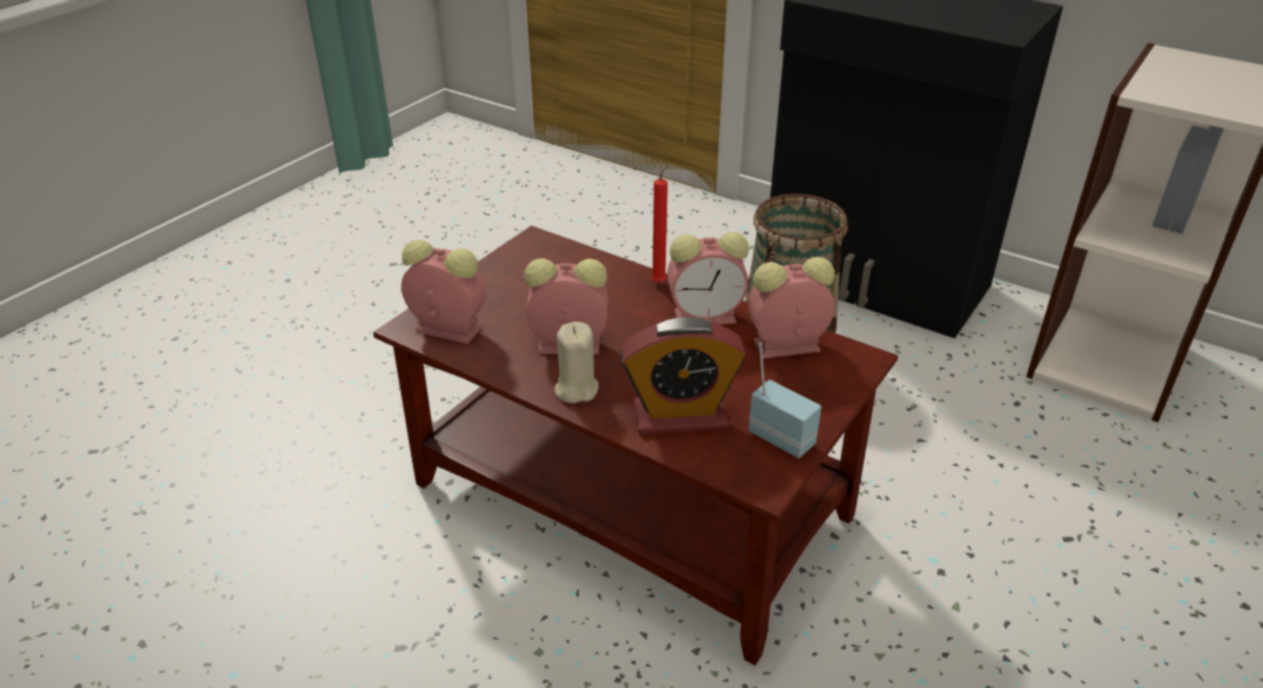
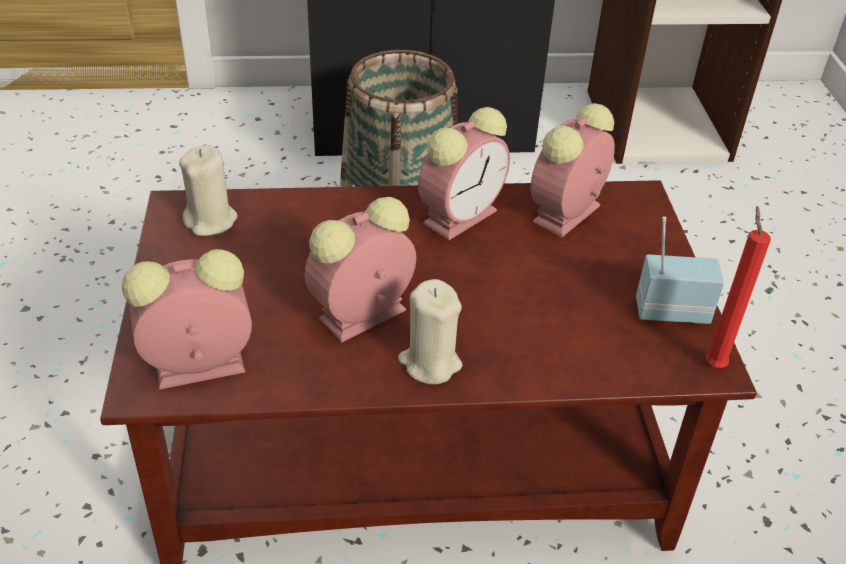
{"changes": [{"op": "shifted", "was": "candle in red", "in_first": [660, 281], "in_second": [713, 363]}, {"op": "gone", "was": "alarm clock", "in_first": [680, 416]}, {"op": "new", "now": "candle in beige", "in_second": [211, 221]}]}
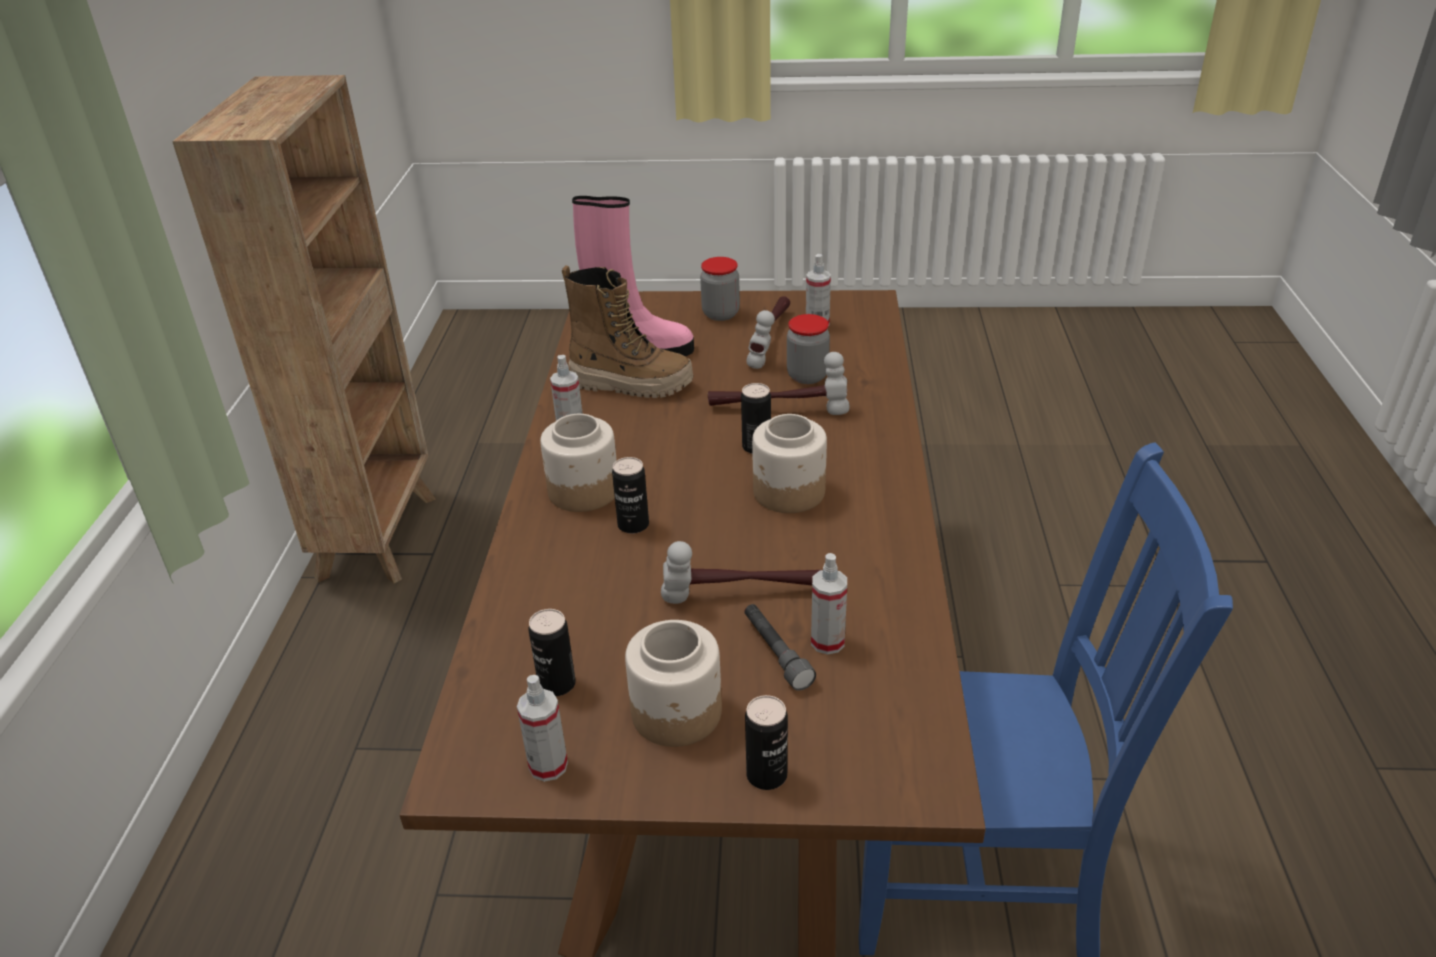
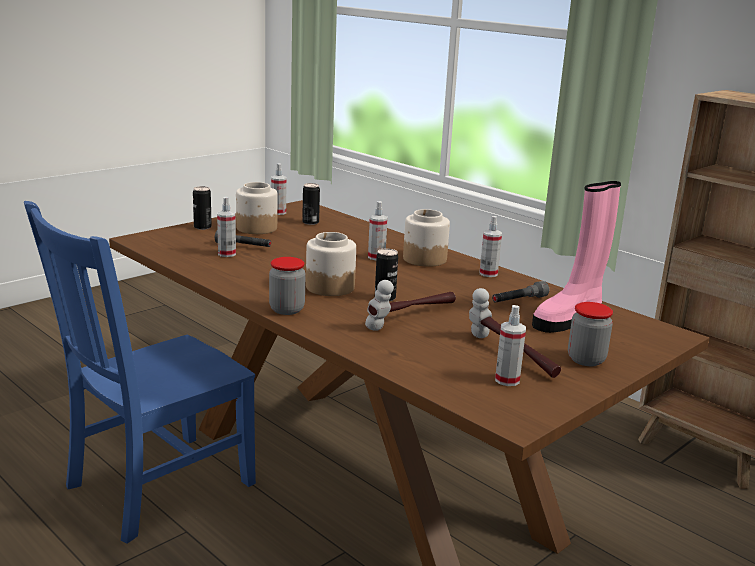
{"changes": [{"op": "swapped", "was": "boot", "now": "flashlight in grey", "in_first": [631, 384], "in_second": [519, 301]}, {"op": "shifted", "was": "jar", "in_first": [807, 376], "in_second": [287, 309]}, {"op": "swapped", "was": "can", "now": "spray bottle", "in_first": [633, 525], "in_second": [376, 257]}, {"op": "gone", "was": "hammer", "in_first": [748, 596]}]}
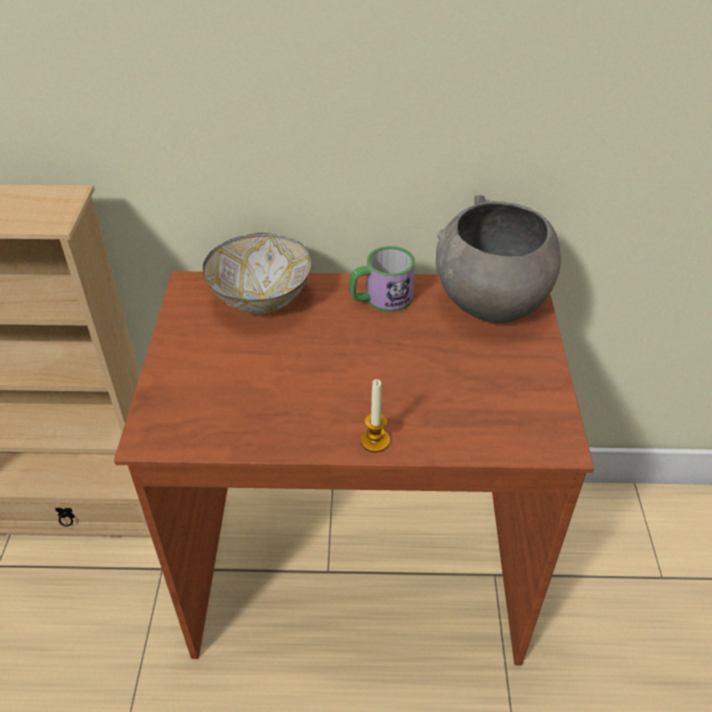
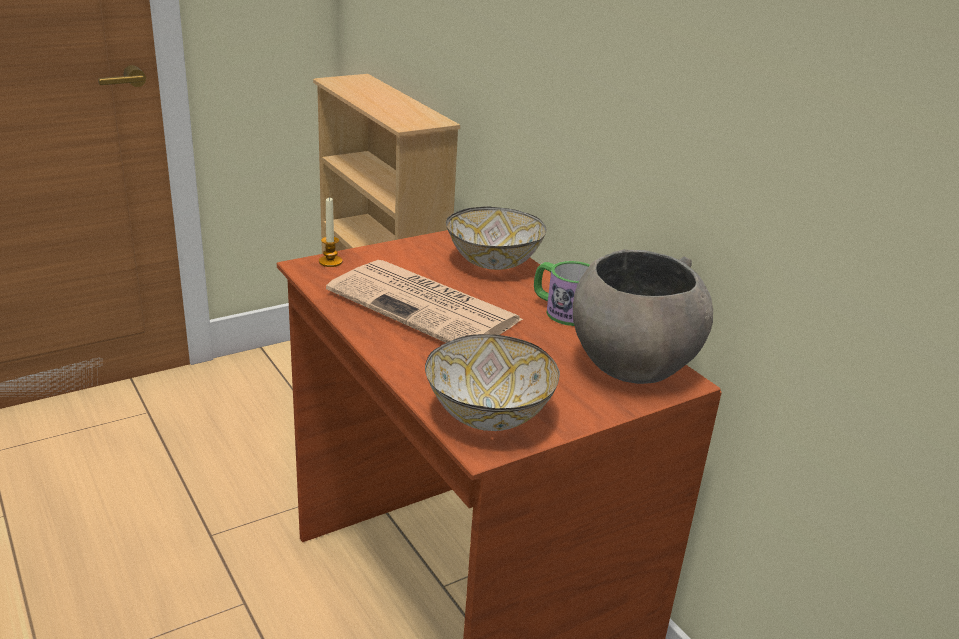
{"changes": [{"op": "shifted", "was": "candle", "in_first": [375, 441], "in_second": [330, 262]}, {"op": "new", "now": "newspaper", "in_second": [426, 306]}, {"op": "new", "now": "bowl", "in_second": [488, 416]}]}
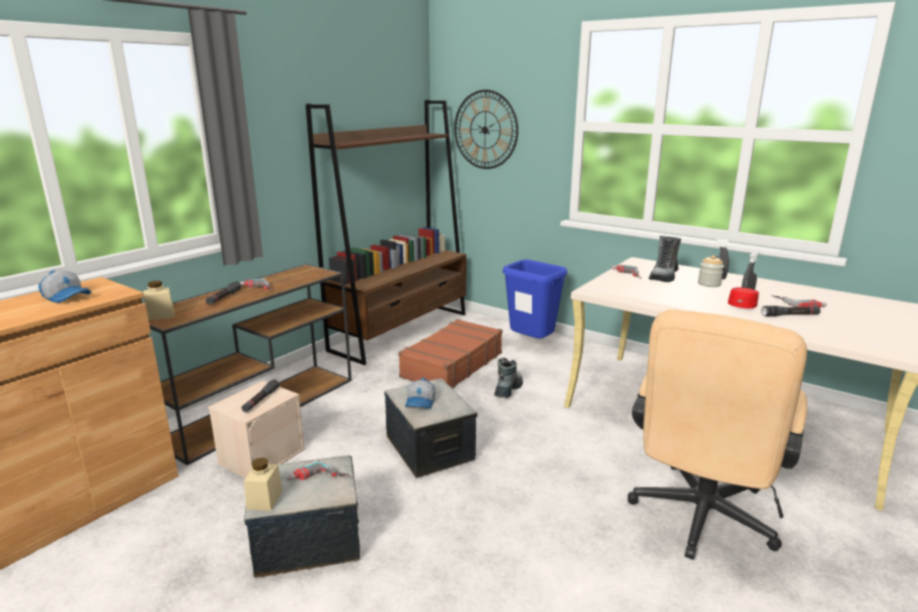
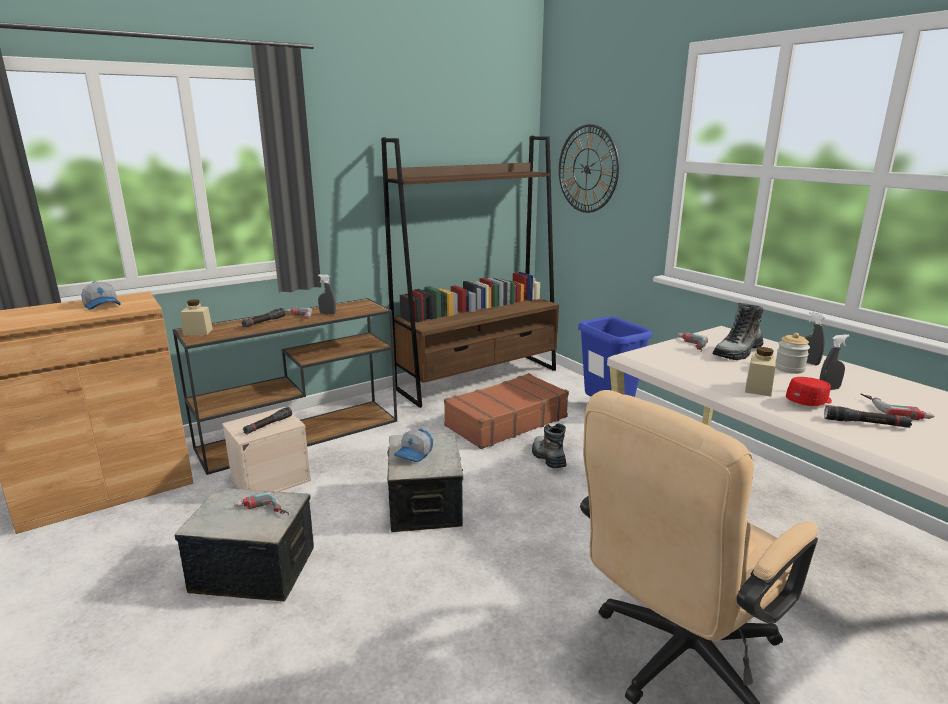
{"changes": [{"op": "rotated", "was": "boot", "in_first": [508, 390], "in_second": [548, 458], "clockwise": -60}, {"op": "shifted", "was": "jar in beige", "in_first": [264, 499], "in_second": [758, 389]}, {"op": "new", "now": "spray bottle in grey", "in_second": [327, 314]}]}
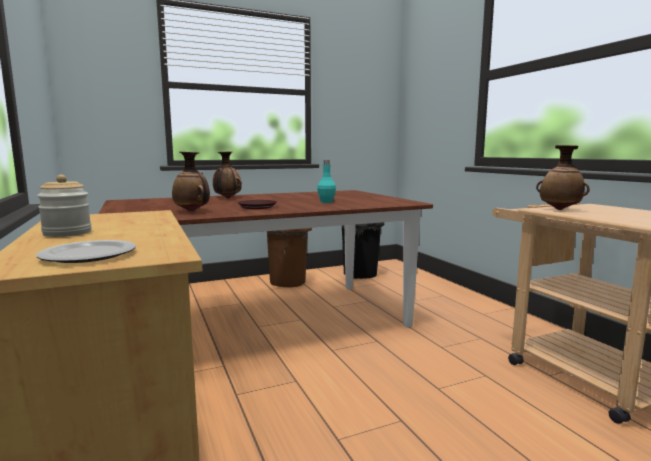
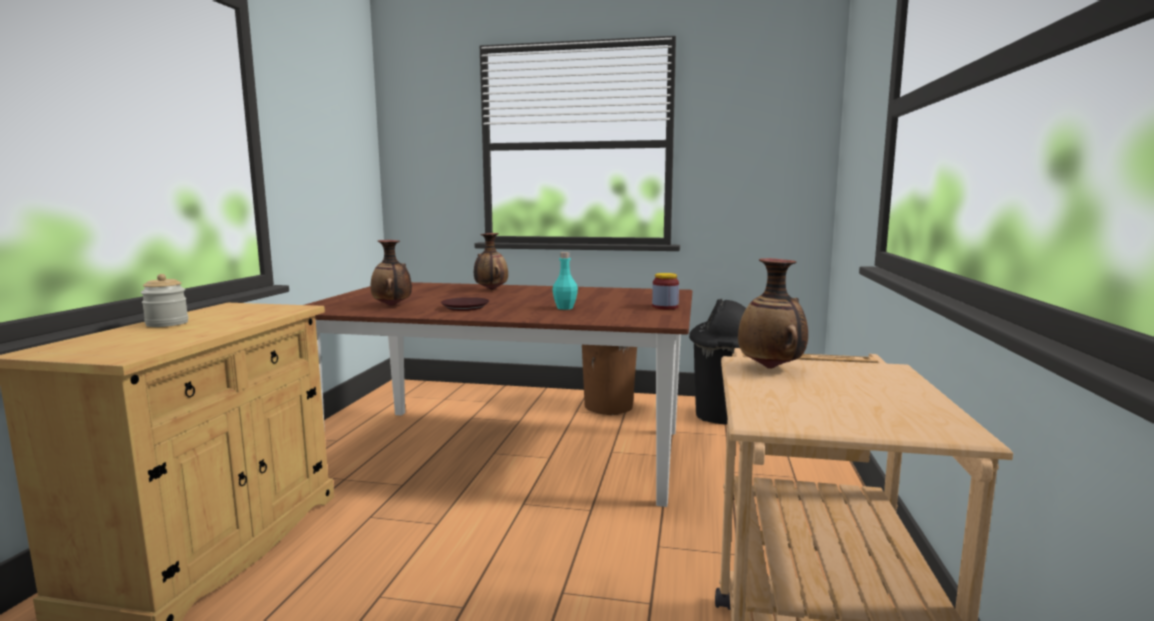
{"changes": [{"op": "gone", "was": "plate", "in_first": [87, 255]}, {"op": "new", "now": "jar", "in_second": [665, 307]}]}
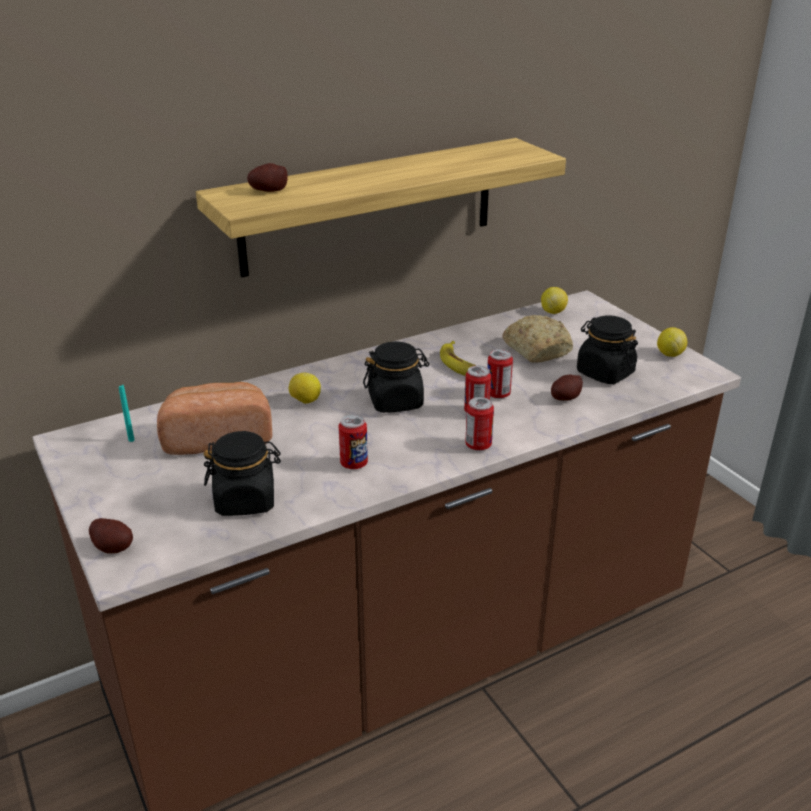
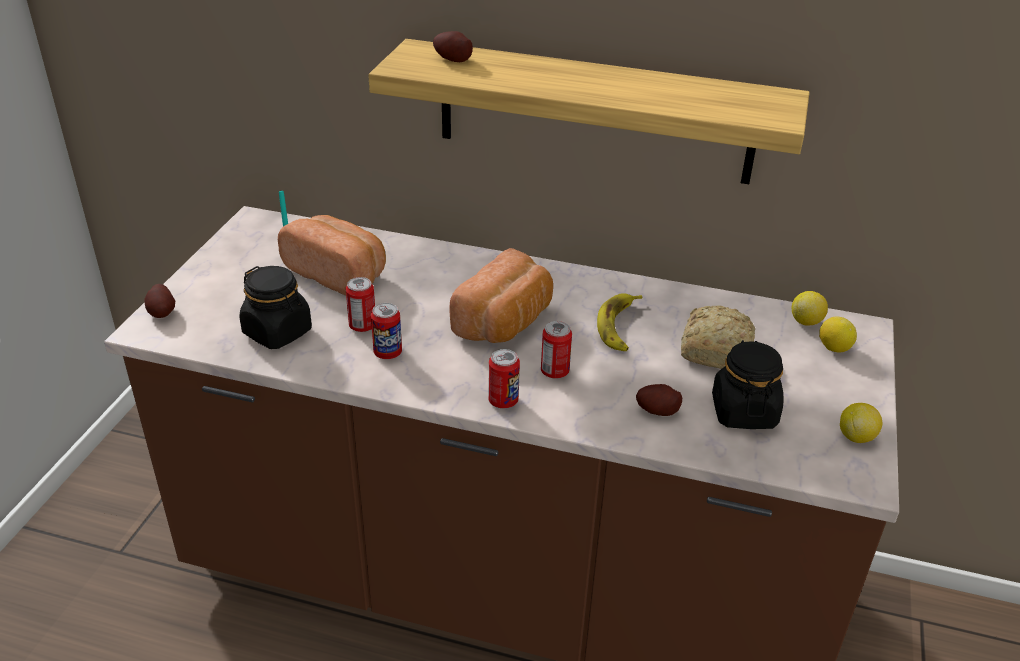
{"changes": [{"op": "swapped", "was": "jar in black", "now": "bread", "in_first": [396, 401], "in_second": [506, 322]}, {"op": "shifted", "was": "can", "in_first": [498, 394], "in_second": [362, 326]}, {"op": "shifted", "was": "lemon", "in_first": [305, 401], "in_second": [833, 348]}]}
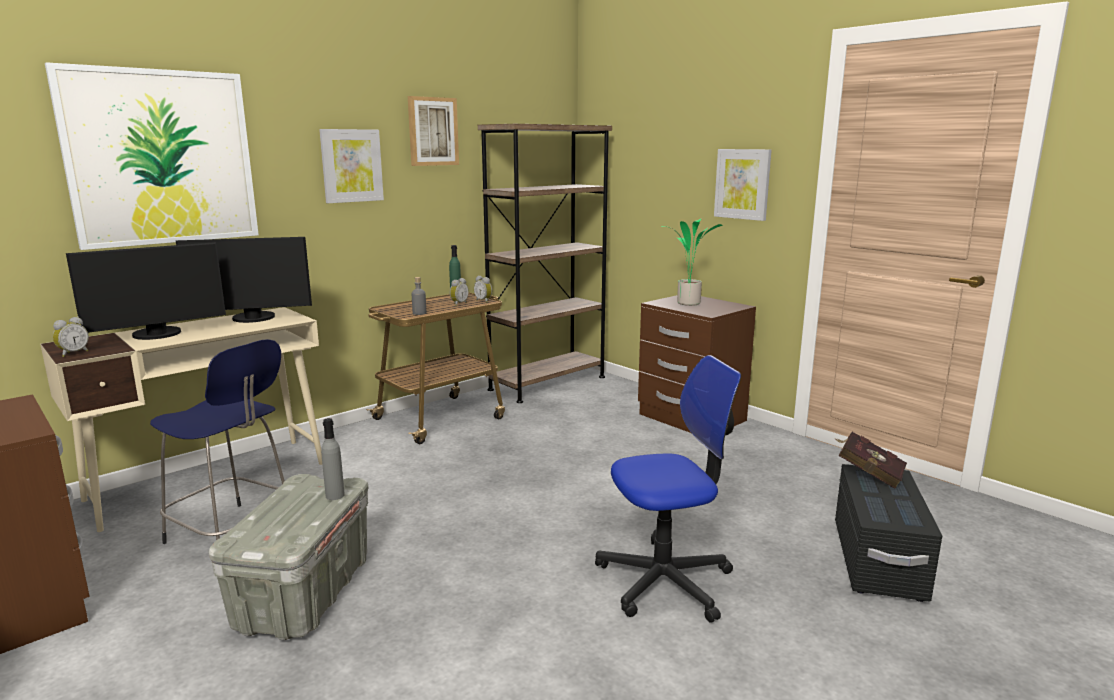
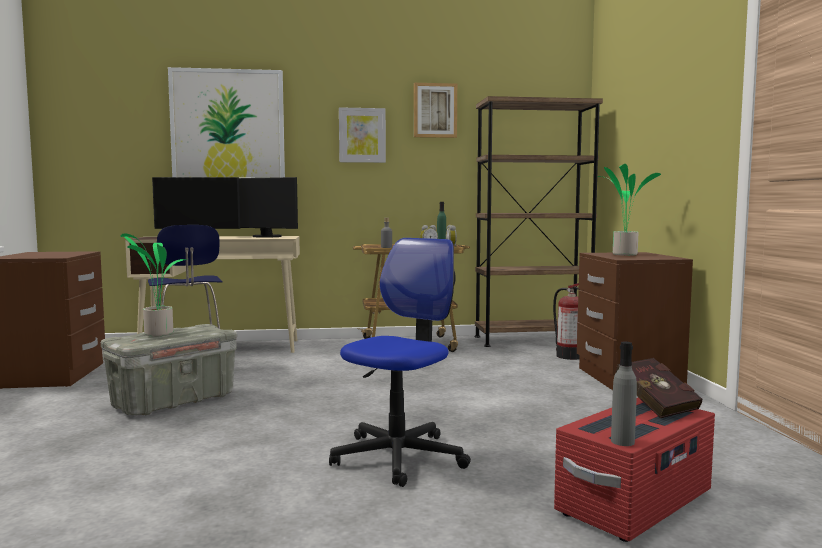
{"changes": [{"op": "gone", "was": "picture", "in_first": [742, 184]}, {"op": "gone", "was": "alarm clock", "in_first": [73, 353]}, {"op": "rotated", "was": "office chair", "in_first": [665, 581], "in_second": [399, 457], "clockwise": -75}, {"op": "shifted", "was": "bottle in grey", "in_first": [335, 495], "in_second": [622, 441]}, {"op": "repainted", "was": "storage box in black", "now": "storage box in red", "in_first": [878, 560], "in_second": [635, 503]}, {"op": "new", "now": "potted plant", "in_second": [157, 334]}, {"op": "new", "now": "fire extinguisher", "in_second": [568, 356]}]}
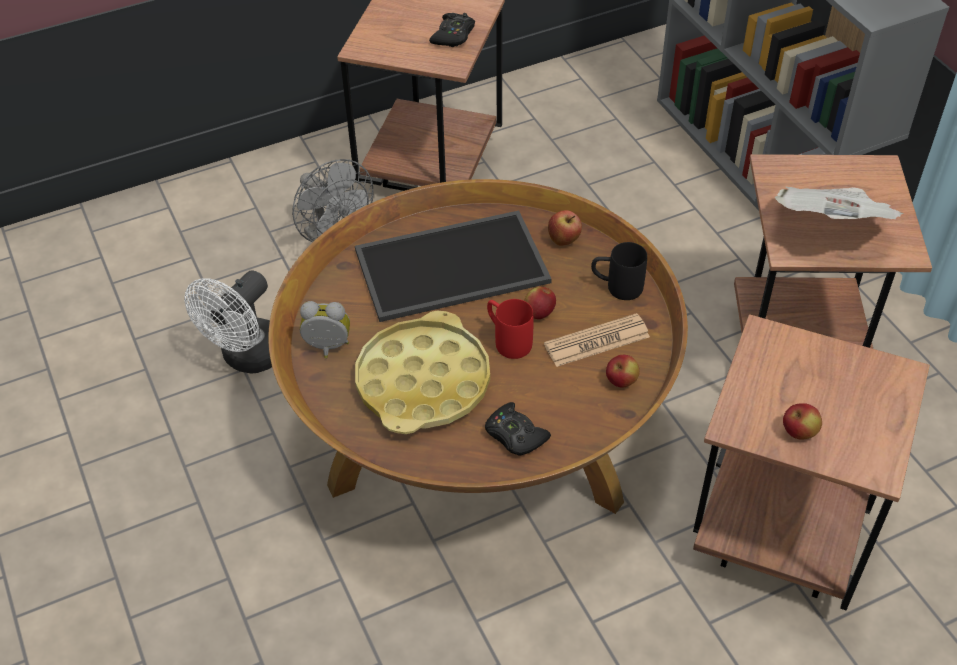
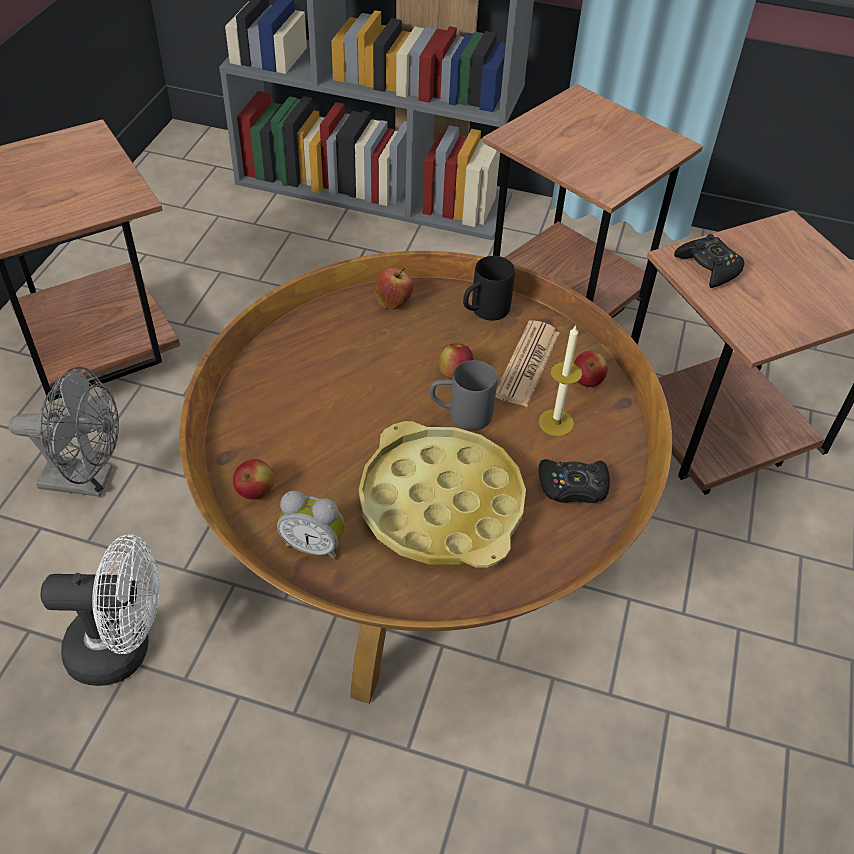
{"changes": [{"op": "shifted", "was": "game controller in black", "in_first": [453, 36], "in_second": [709, 267]}, {"op": "gone", "was": "newspaper", "in_first": [831, 227]}, {"op": "gone", "was": "tray", "in_first": [450, 268]}, {"op": "rotated", "was": "fan in white", "in_first": [247, 358], "in_second": [122, 649], "clockwise": -75}, {"op": "repainted", "was": "mug in red", "now": "mug in grey", "in_first": [507, 340], "in_second": [460, 415]}, {"op": "rotated", "was": "alarm clock", "in_first": [327, 348], "in_second": [314, 545], "clockwise": -120}, {"op": "shifted", "was": "apple", "in_first": [799, 432], "in_second": [255, 492]}, {"op": "new", "now": "candle", "in_second": [556, 422]}]}
